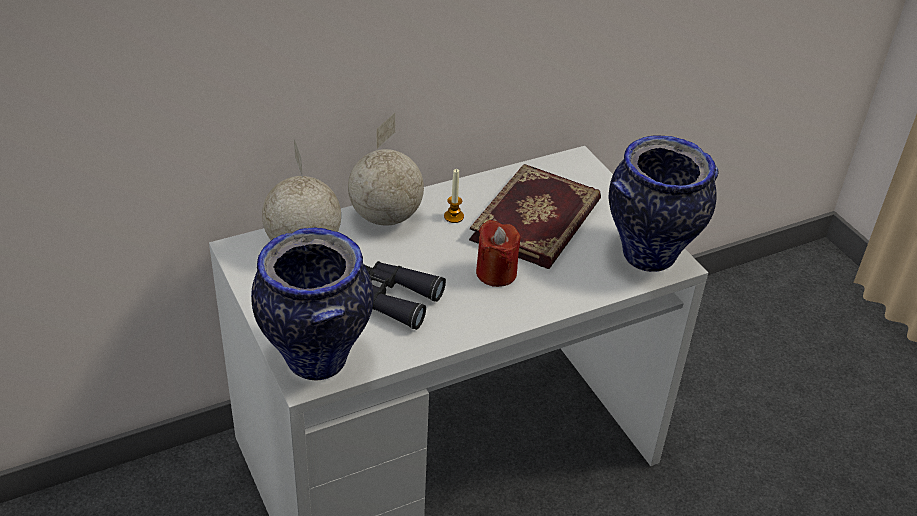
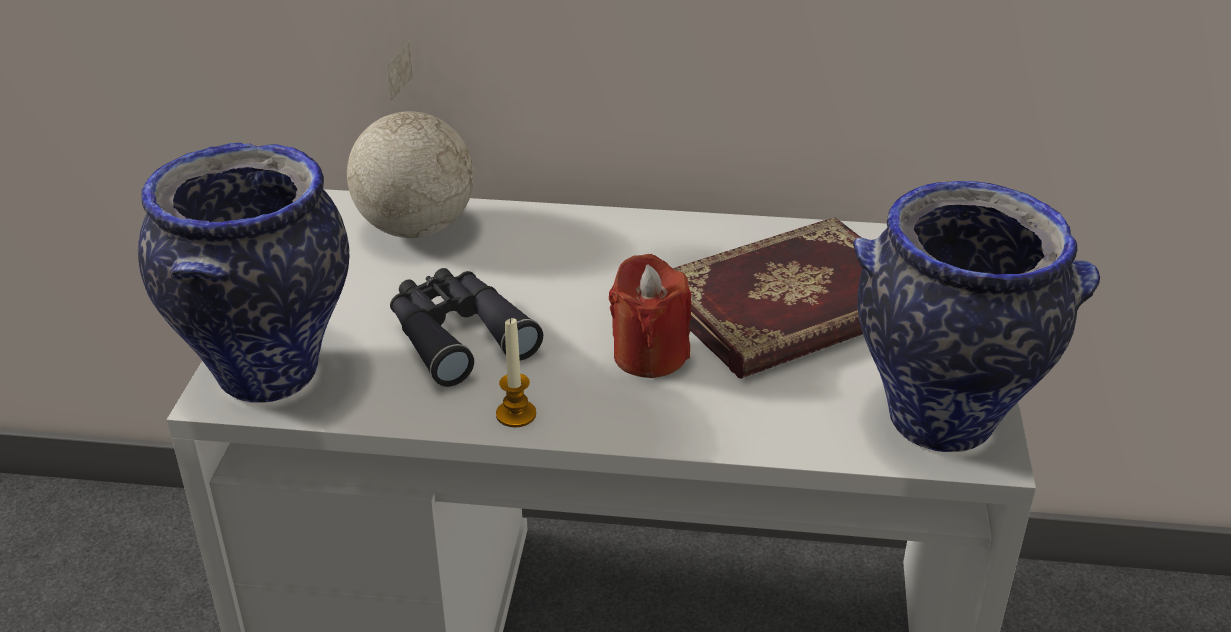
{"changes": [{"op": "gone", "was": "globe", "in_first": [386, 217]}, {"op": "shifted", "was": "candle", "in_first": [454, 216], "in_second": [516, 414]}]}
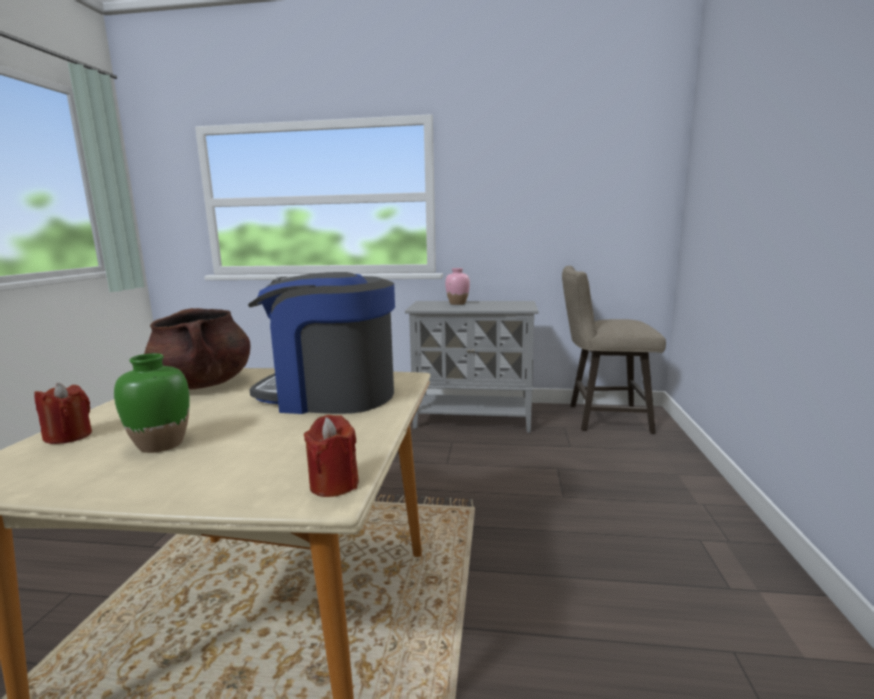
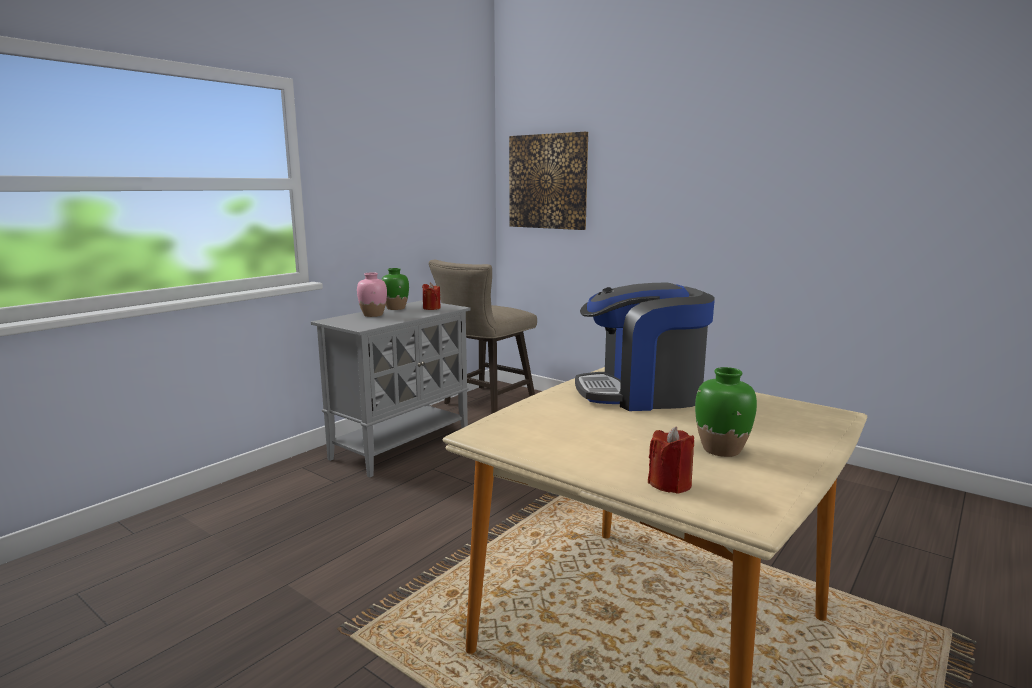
{"changes": [{"op": "rotated", "was": "coffee machine", "in_first": [330, 395], "in_second": [642, 394], "clockwise": 45}, {"op": "gone", "was": "cooking pot in brown", "in_first": [204, 384]}, {"op": "shifted", "was": "candle in red", "in_first": [334, 484], "in_second": [431, 308]}, {"op": "new", "now": "picture", "in_second": [548, 181]}, {"op": "new", "now": "vase in green", "in_second": [396, 308]}]}
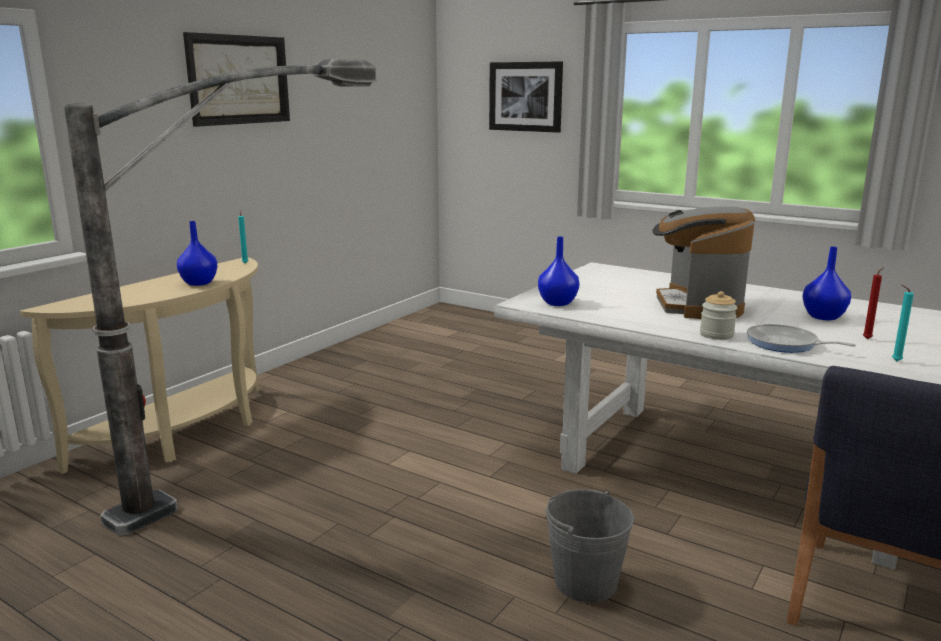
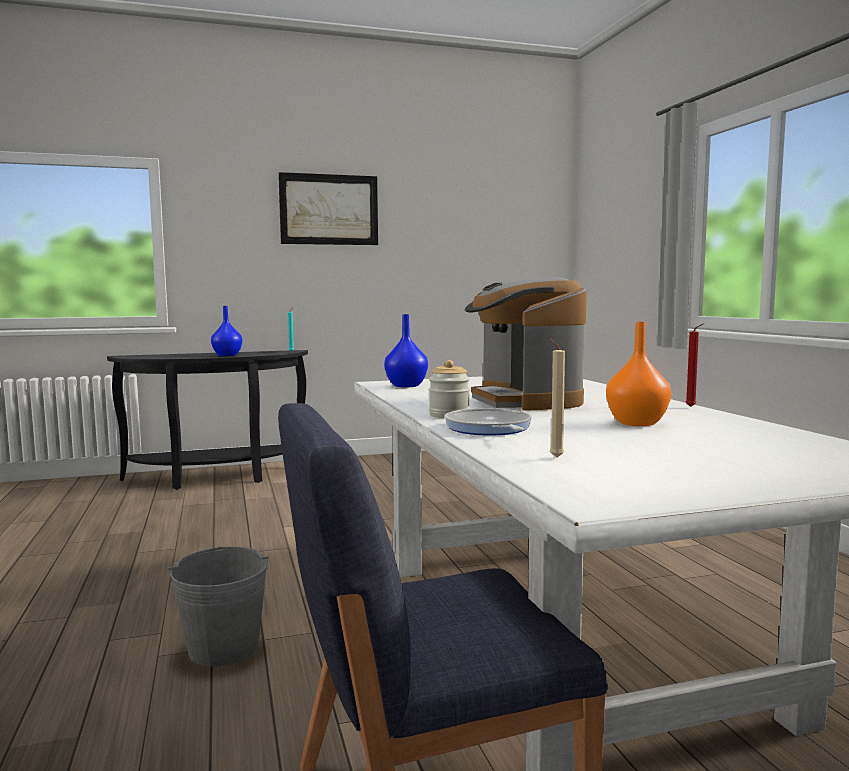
{"changes": [{"op": "gone", "was": "floor lamp", "in_first": [267, 458]}, {"op": "gone", "was": "picture", "in_first": [525, 96]}, {"op": "rotated", "was": "coffee machine", "in_first": [697, 306], "in_second": [525, 401], "clockwise": -60}, {"op": "repainted", "was": "vase in blue", "now": "vase in orange", "in_first": [824, 317], "in_second": [638, 423]}, {"op": "repainted", "was": "console table in beige", "now": "console table in black", "in_first": [187, 433], "in_second": [217, 478]}, {"op": "shifted", "was": "candle in red", "in_first": [868, 339], "in_second": [692, 407]}, {"op": "repainted", "was": "candle in turquoise", "now": "candle in beige", "in_first": [894, 361], "in_second": [555, 457]}]}
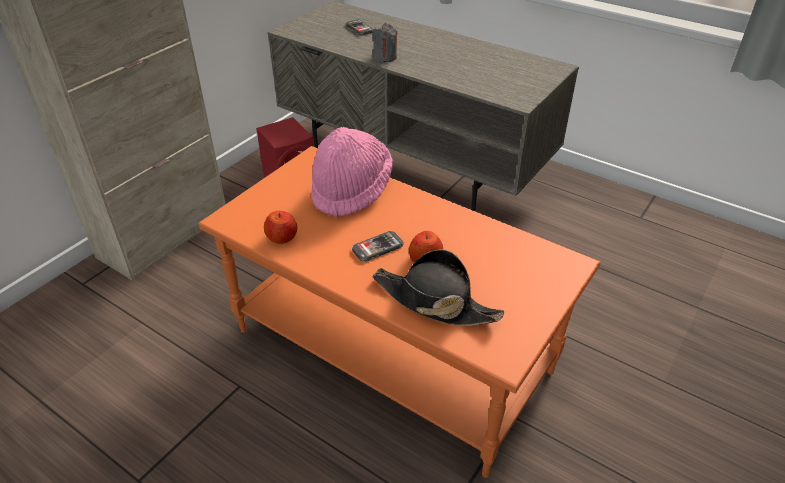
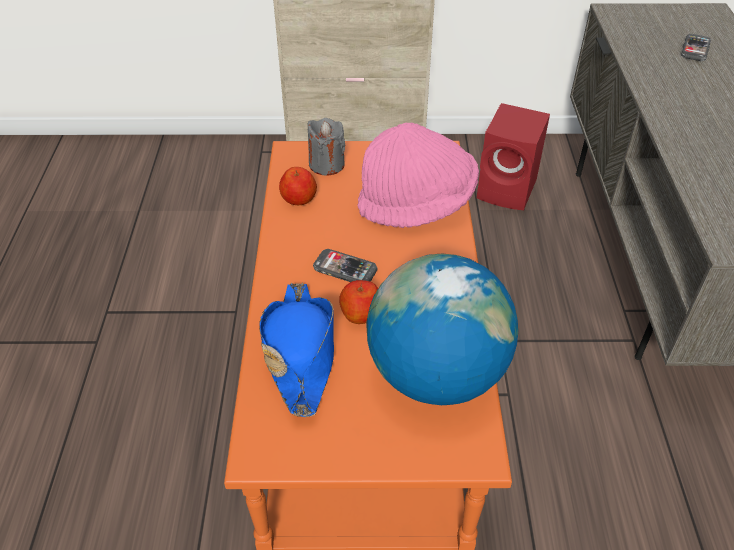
{"changes": [{"op": "shifted", "was": "candle in grey", "in_first": [385, 57], "in_second": [326, 164]}, {"op": "repainted", "was": "hat in black", "now": "hat in blue", "in_first": [434, 302], "in_second": [300, 352]}, {"op": "new", "now": "globe", "in_second": [436, 374]}]}
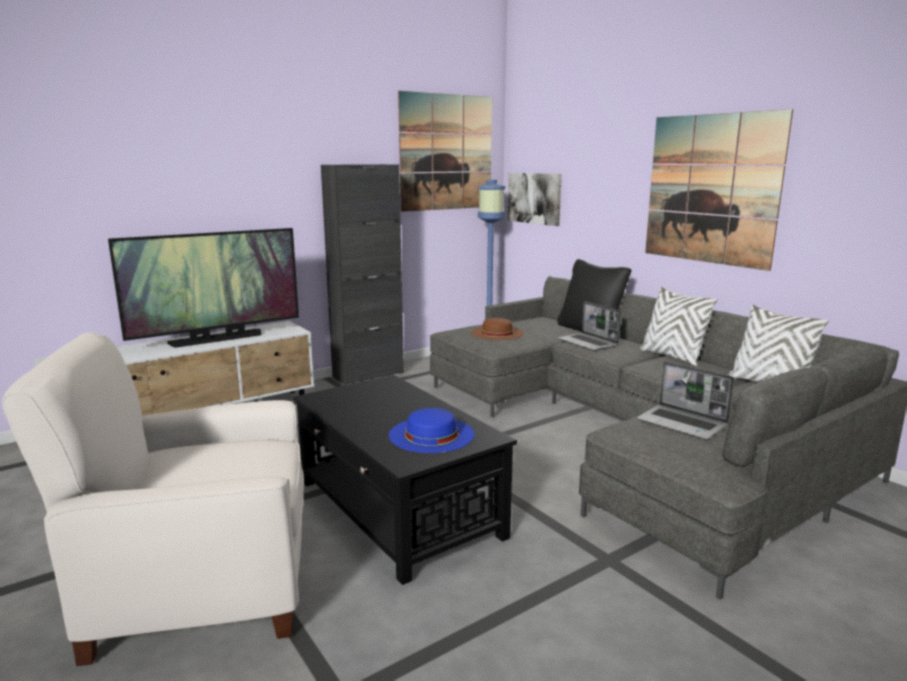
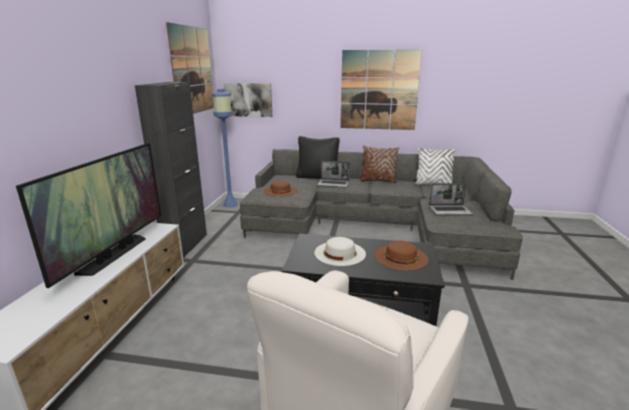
{"changes": [{"op": "repainted", "was": "pillow in white", "now": "pillow in brown", "in_first": [672, 357], "in_second": [378, 181]}, {"op": "repainted", "was": "hat in blue", "now": "hat in brown", "in_first": [431, 434], "in_second": [400, 257]}, {"op": "new", "now": "hat in white", "in_second": [339, 253]}]}
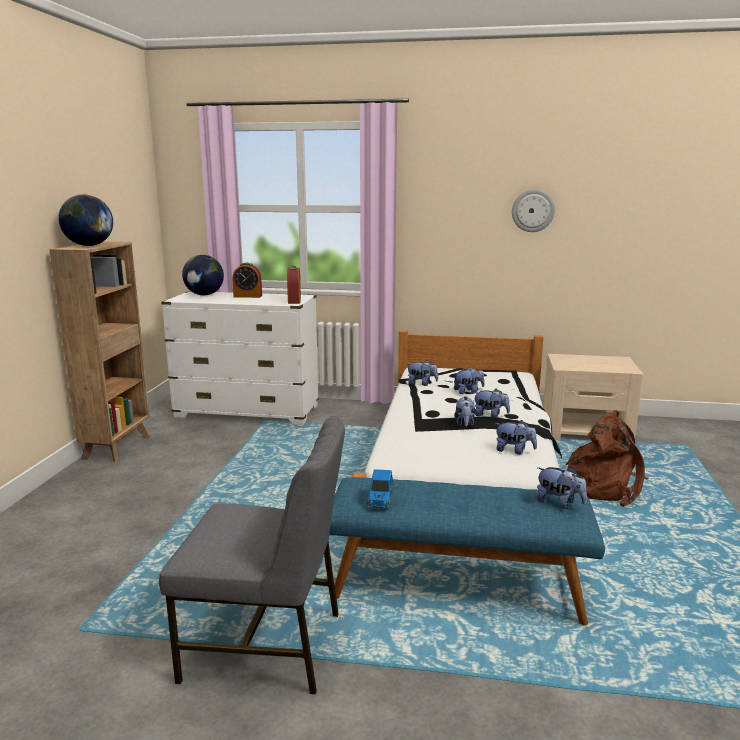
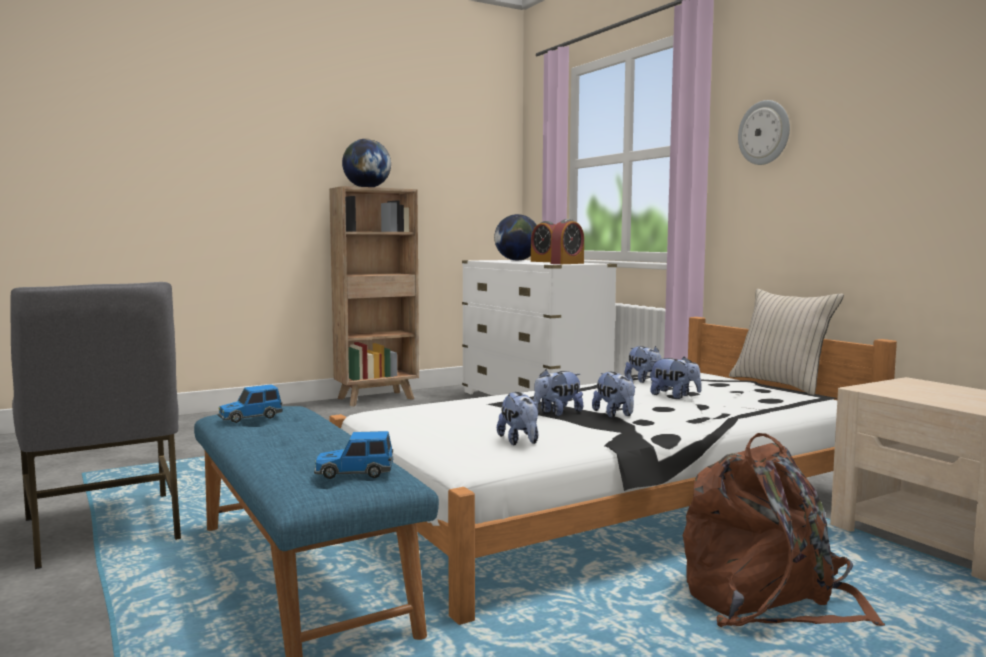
{"changes": [{"op": "shifted", "was": "wall clock", "in_first": [533, 210], "in_second": [764, 133]}, {"op": "swapped", "was": "plush toy", "now": "toy car", "in_first": [559, 503], "in_second": [354, 473]}, {"op": "new", "now": "pillow in beige", "in_second": [781, 384]}]}
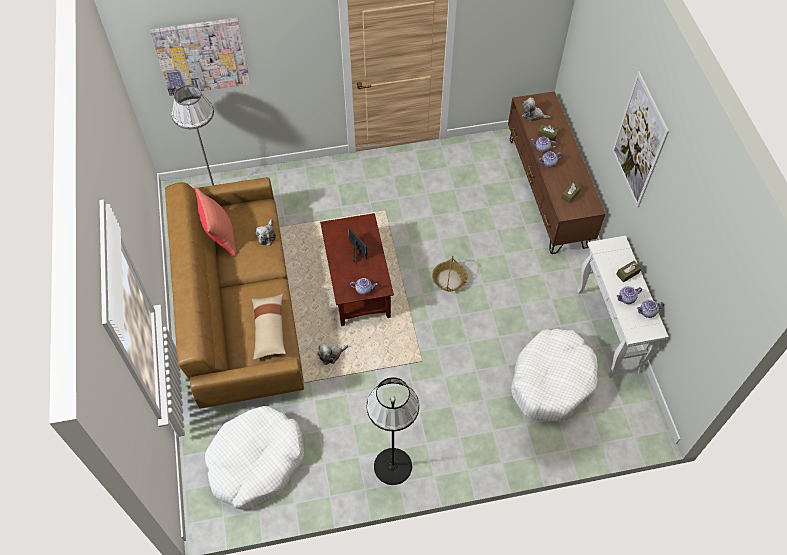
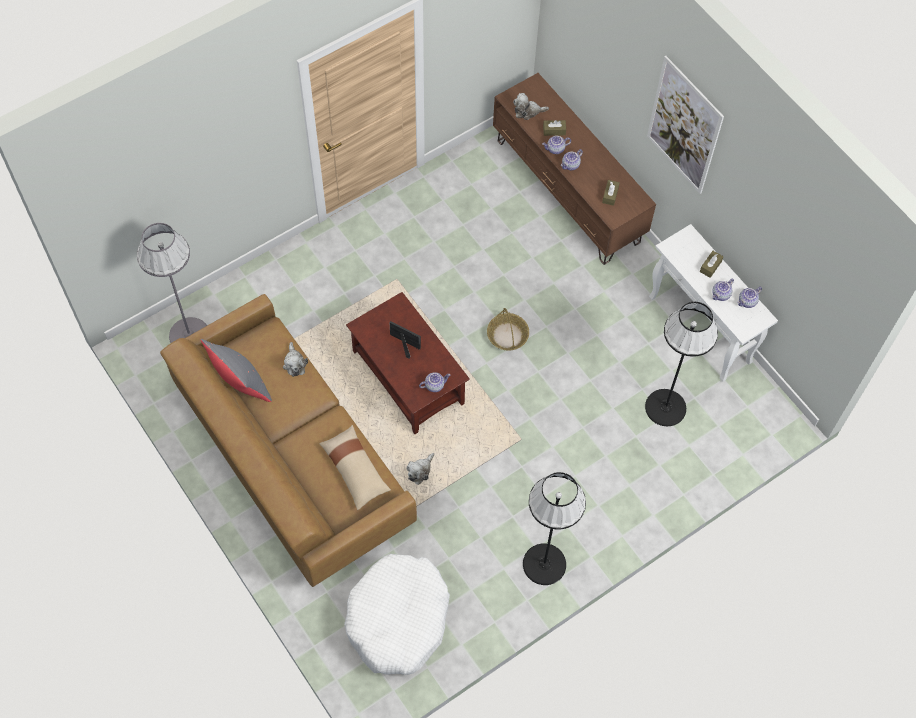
{"changes": [{"op": "gone", "was": "picture", "in_first": [202, 56]}, {"op": "repainted", "was": "pillow in red", "now": "pillow in grey", "in_first": [220, 236], "in_second": [240, 383]}, {"op": "swapped", "was": "dog bed in white", "now": "floor lamp in black", "in_first": [552, 380], "in_second": [666, 407]}]}
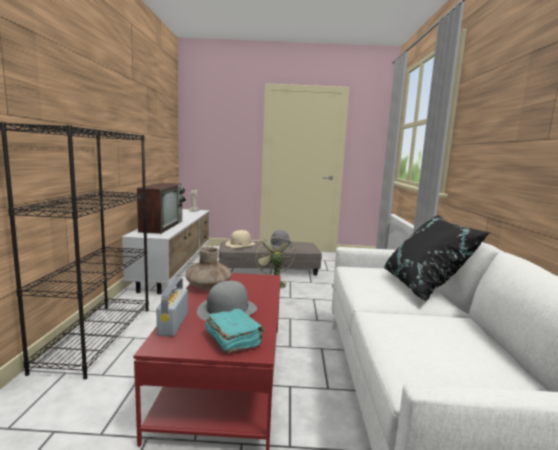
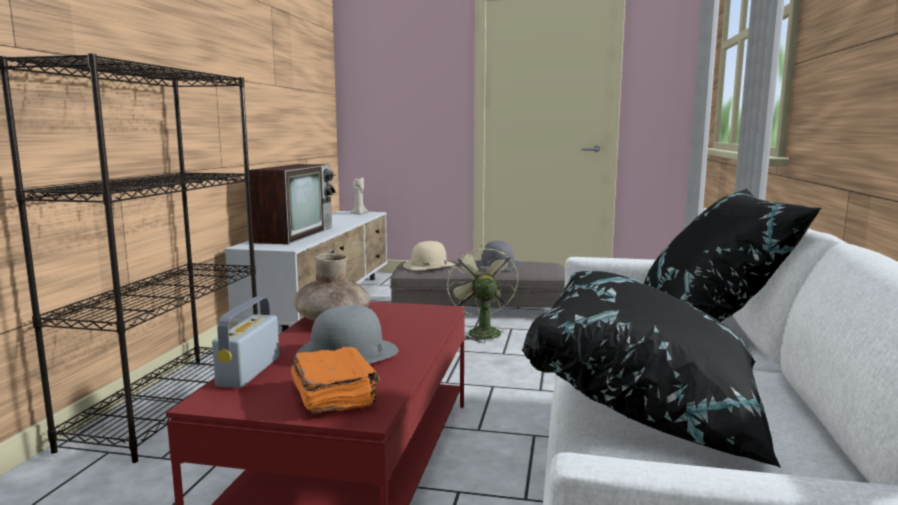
{"changes": [{"op": "repainted", "was": "book in turquoise", "now": "book in orange", "in_first": [233, 339], "in_second": [335, 396]}, {"op": "new", "now": "pillow in black", "in_second": [650, 405]}]}
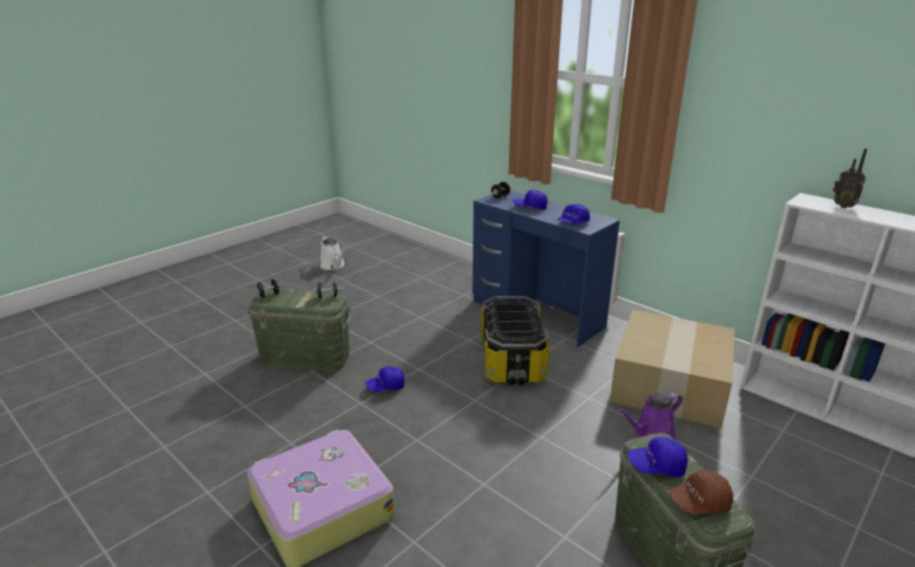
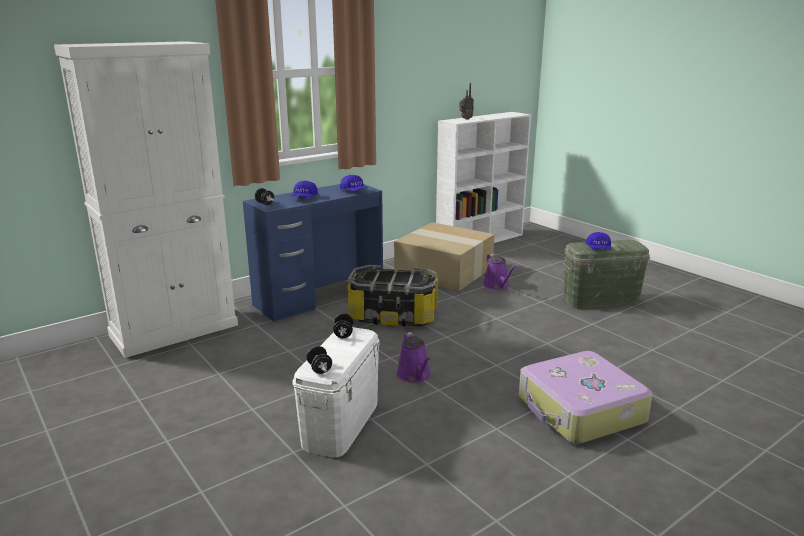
{"changes": [{"op": "gone", "was": "watering can in white", "in_first": [333, 265]}, {"op": "repainted", "was": "storage box in green", "now": "storage box in white", "in_first": [306, 358], "in_second": [341, 423]}, {"op": "swapped", "was": "cap in blue", "now": "watering can in purple", "in_first": [386, 387], "in_second": [415, 375]}, {"op": "gone", "was": "cap in brown", "in_first": [699, 503]}, {"op": "new", "now": "cabinet in white", "in_second": [175, 330]}]}
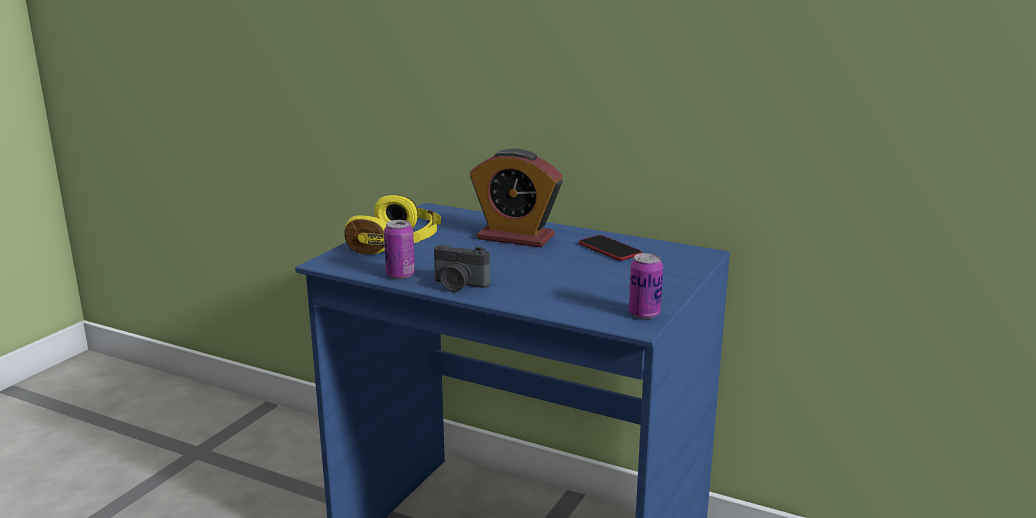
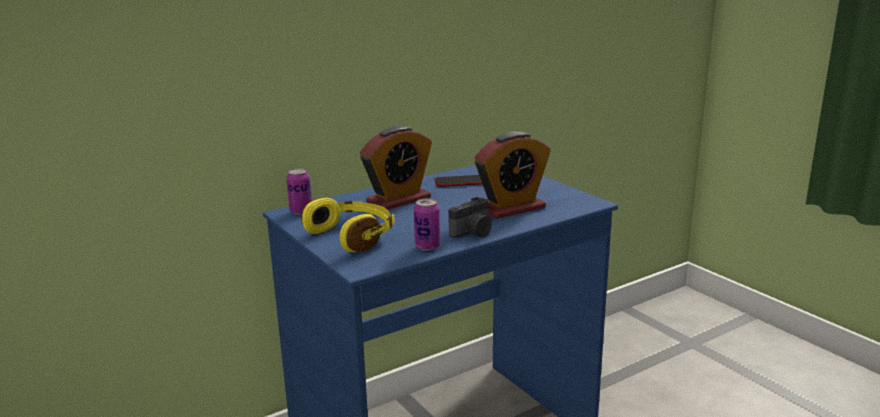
{"changes": [{"op": "shifted", "was": "can", "in_first": [644, 314], "in_second": [301, 211]}, {"op": "new", "now": "alarm clock", "in_second": [512, 208]}]}
